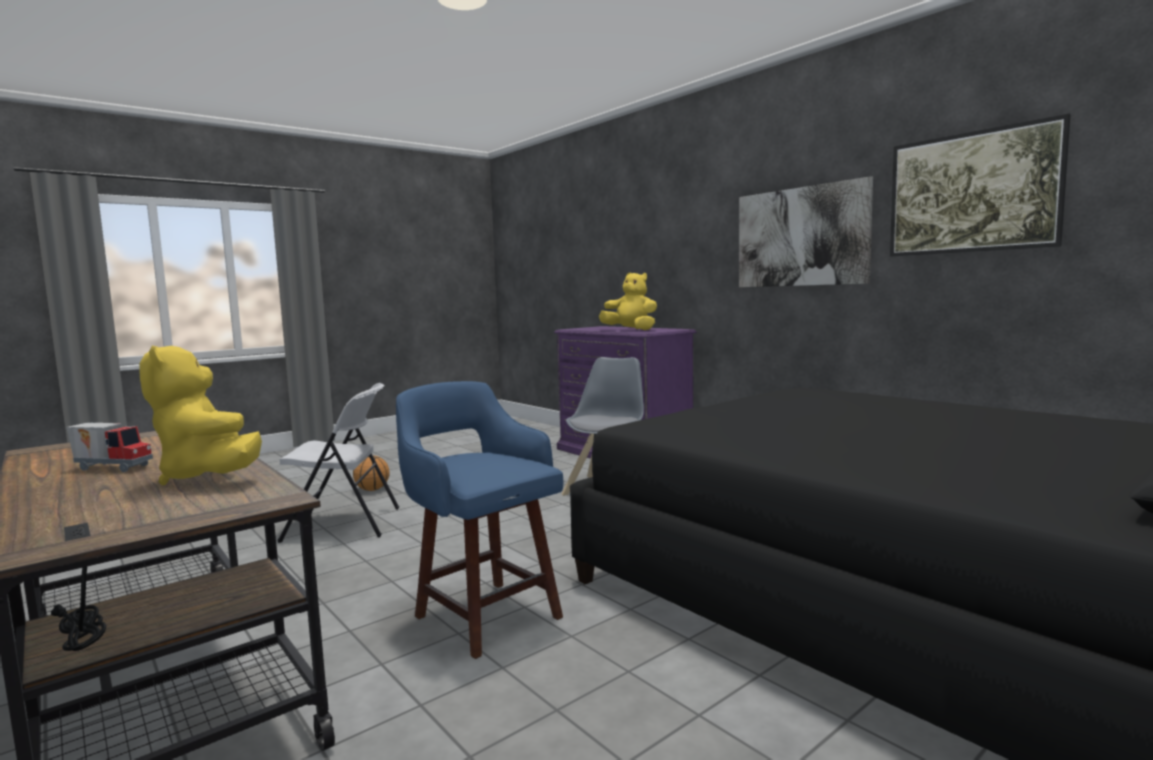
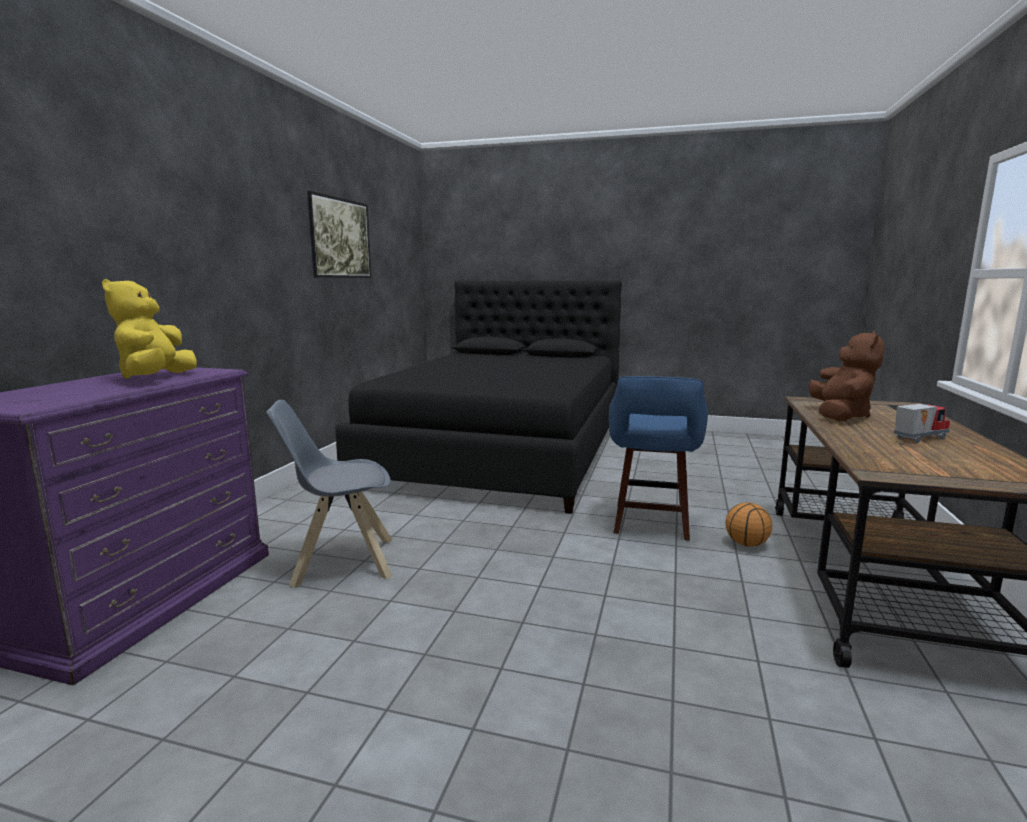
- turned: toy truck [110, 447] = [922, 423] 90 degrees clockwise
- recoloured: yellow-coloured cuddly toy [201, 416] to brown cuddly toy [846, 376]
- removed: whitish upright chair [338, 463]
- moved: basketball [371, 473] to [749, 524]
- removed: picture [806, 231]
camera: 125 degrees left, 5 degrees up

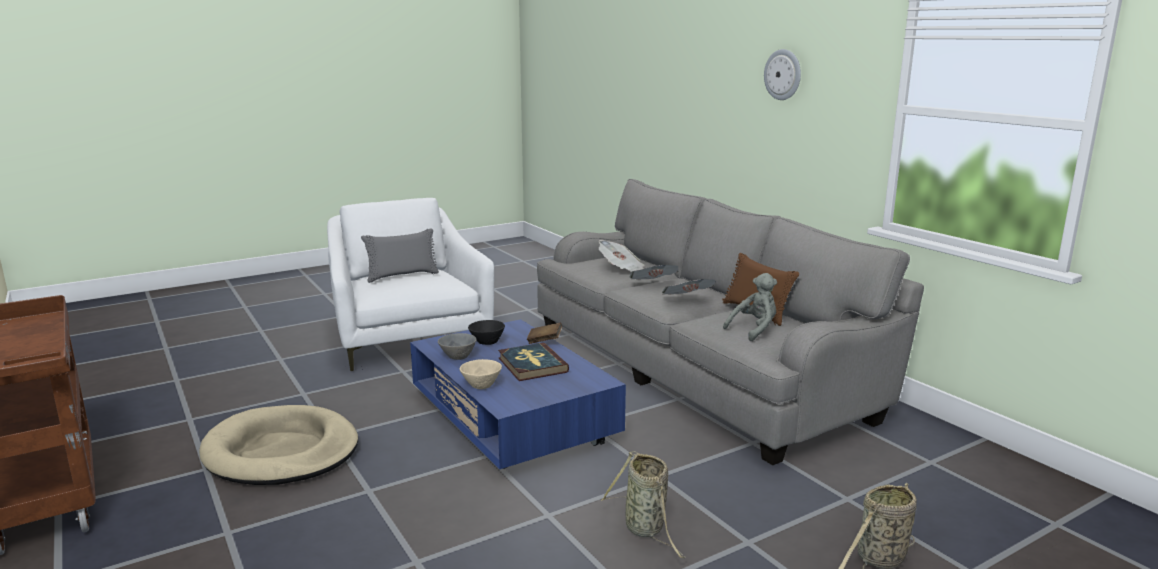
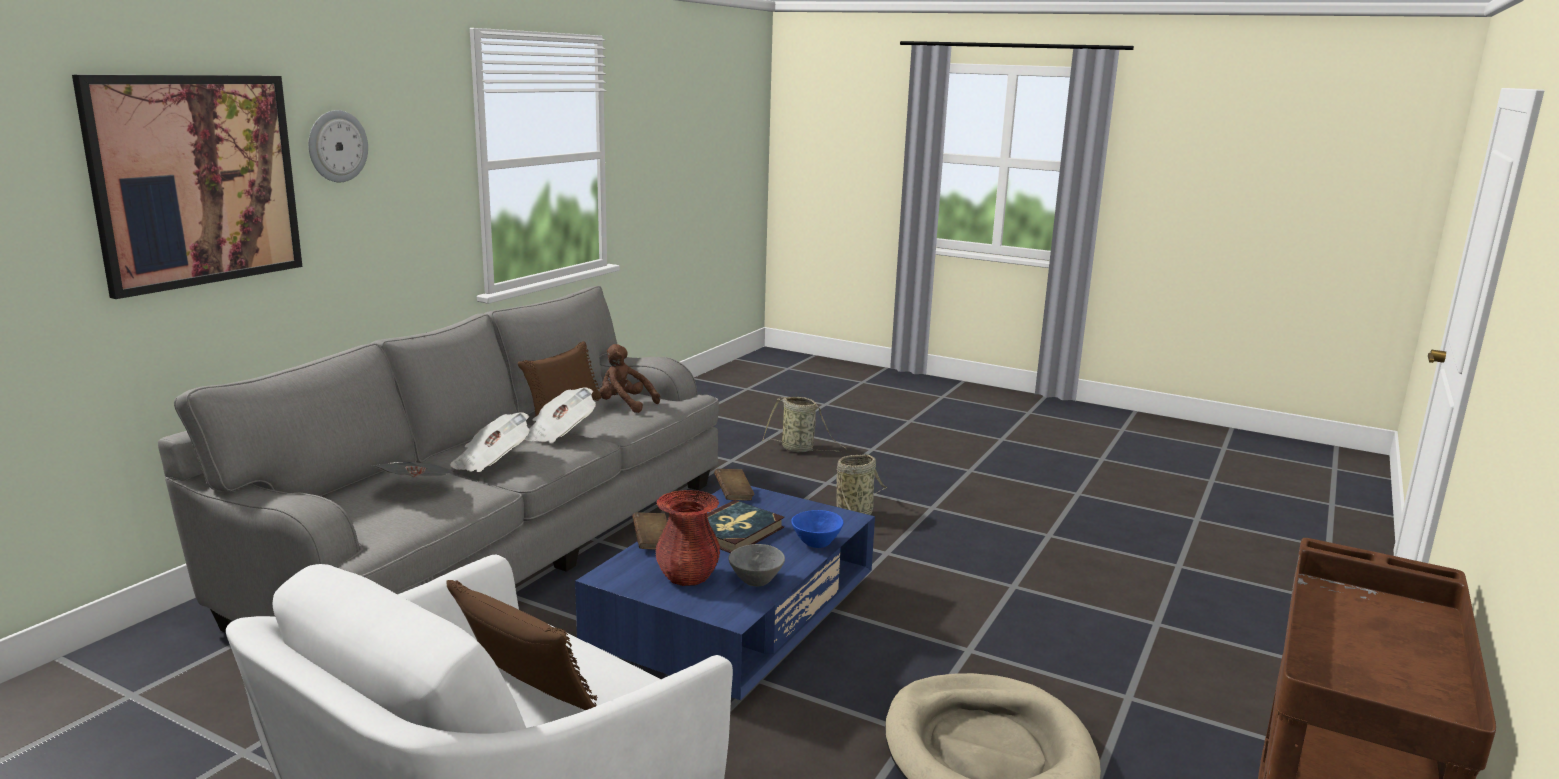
- recoloured: gray pillow [400, 255] to brown pillow [522, 645]
- recoloured: beige serving bowl [481, 374] to blue serving bowl [817, 529]
- replaced: black serving bowl [486, 332] to red-coloured decorative vase [687, 538]
- recoloured: gray cuddly toy [750, 307] to brown cuddly toy [630, 378]
- added: picture [187, 187]
- added: brown volume [734, 485]
camera: 120 degrees left, 0 degrees up

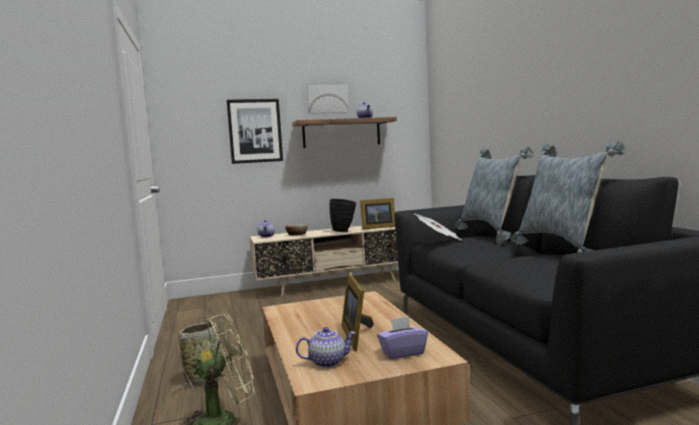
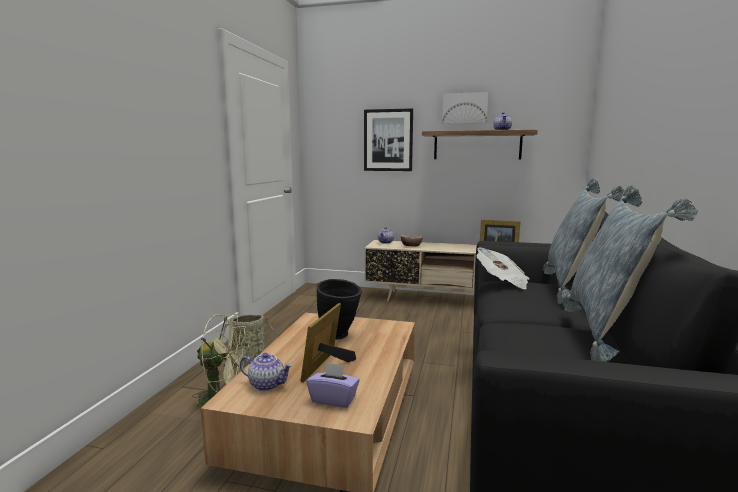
- moved: black decorative vase [343, 215] to [339, 309]
camera: 30 degrees right, 5 degrees up

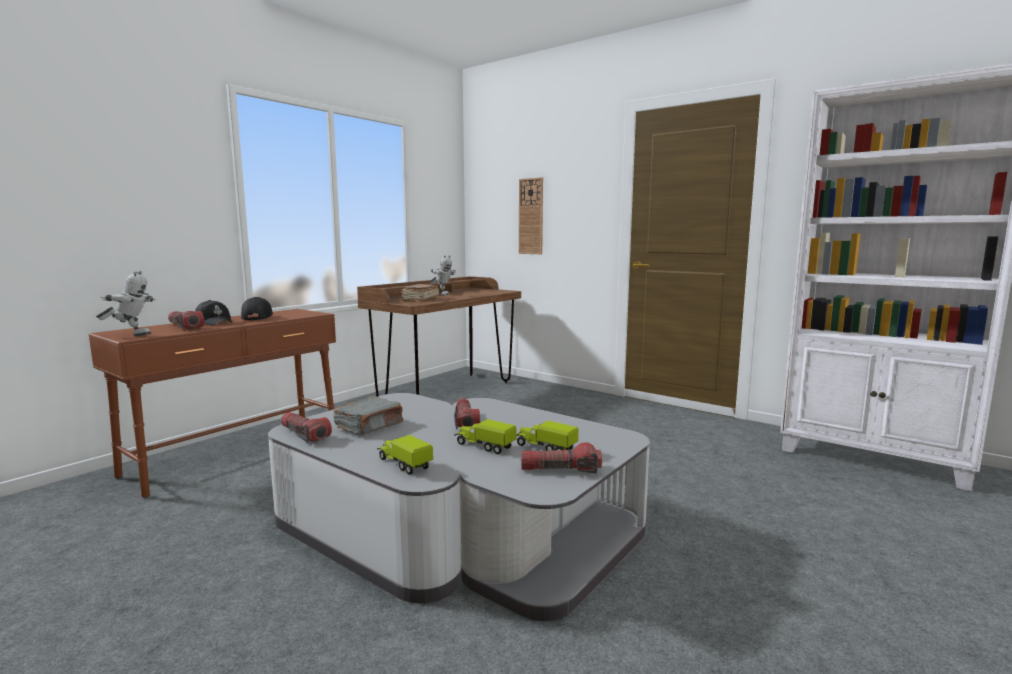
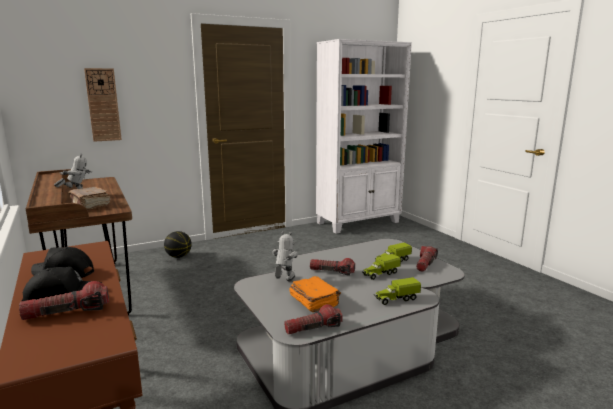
- moved: model robot [125, 304] to [285, 256]
- recoloured: gray volume [368, 415] to orangey volume [315, 294]
- added: basketball [178, 244]
camera: 65 degrees left, 5 degrees up

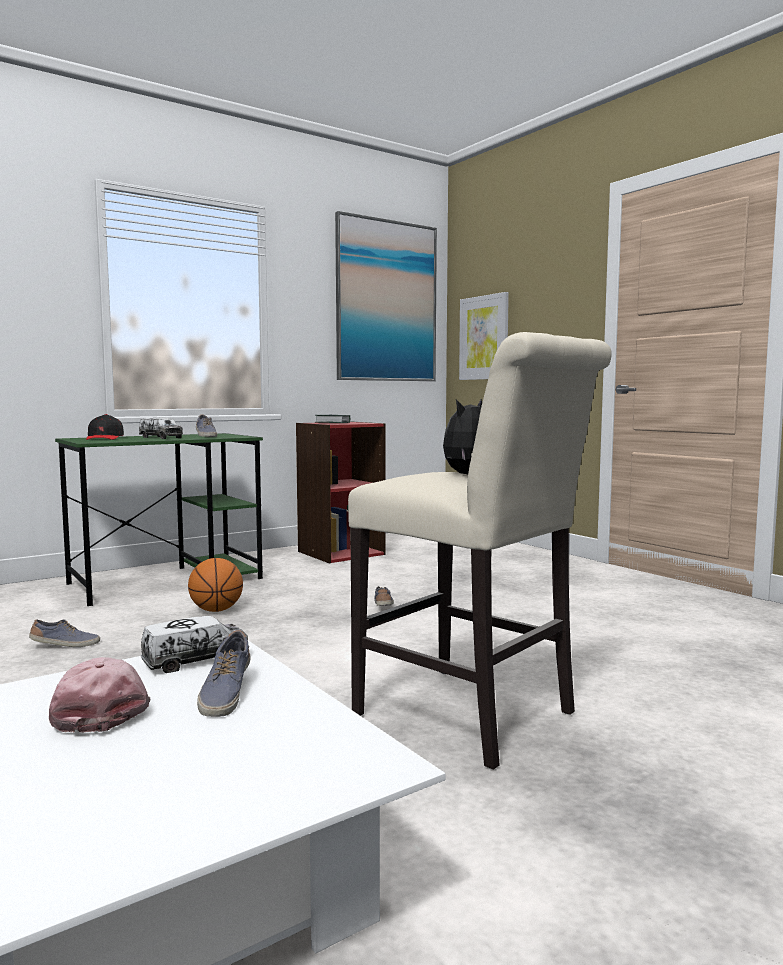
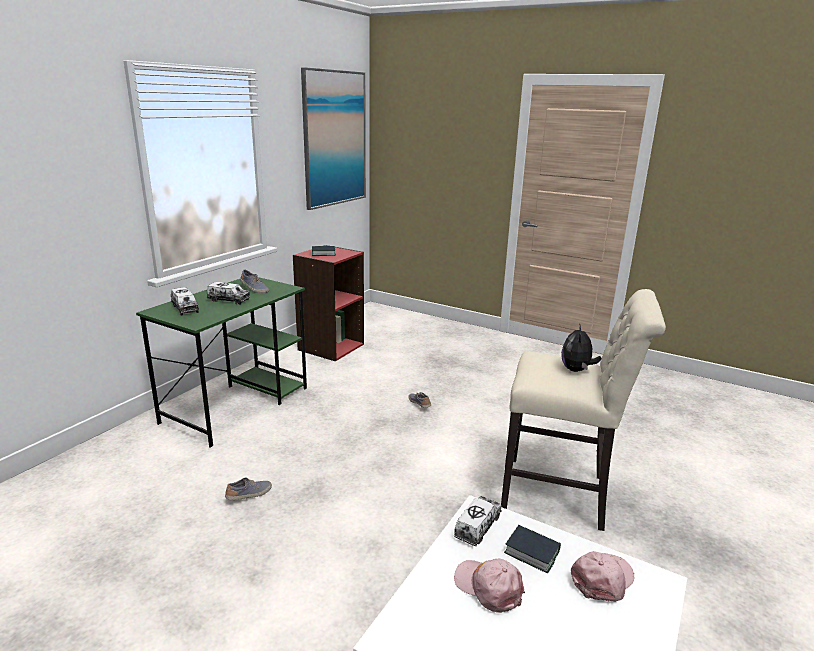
- replaced: black baseball cap [105, 427] to toy truck [185, 301]
- removed: basketball [215, 585]
- replaced: item of footwear [223, 673] to volume [532, 549]
- removed: picture [484, 336]
- added: pink baseball cap [602, 576]
camera: 25 degrees left, 15 degrees up

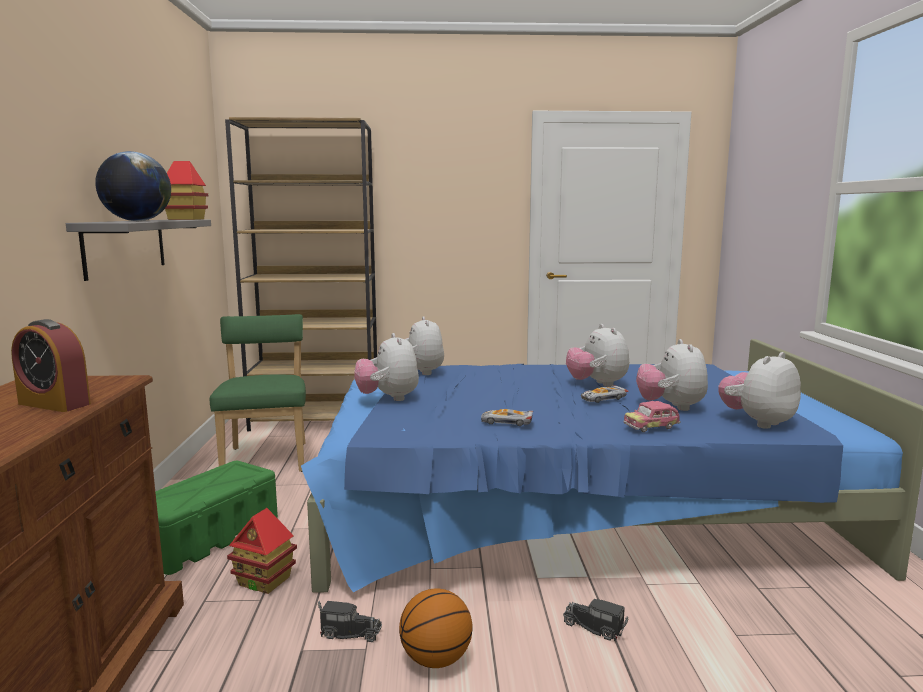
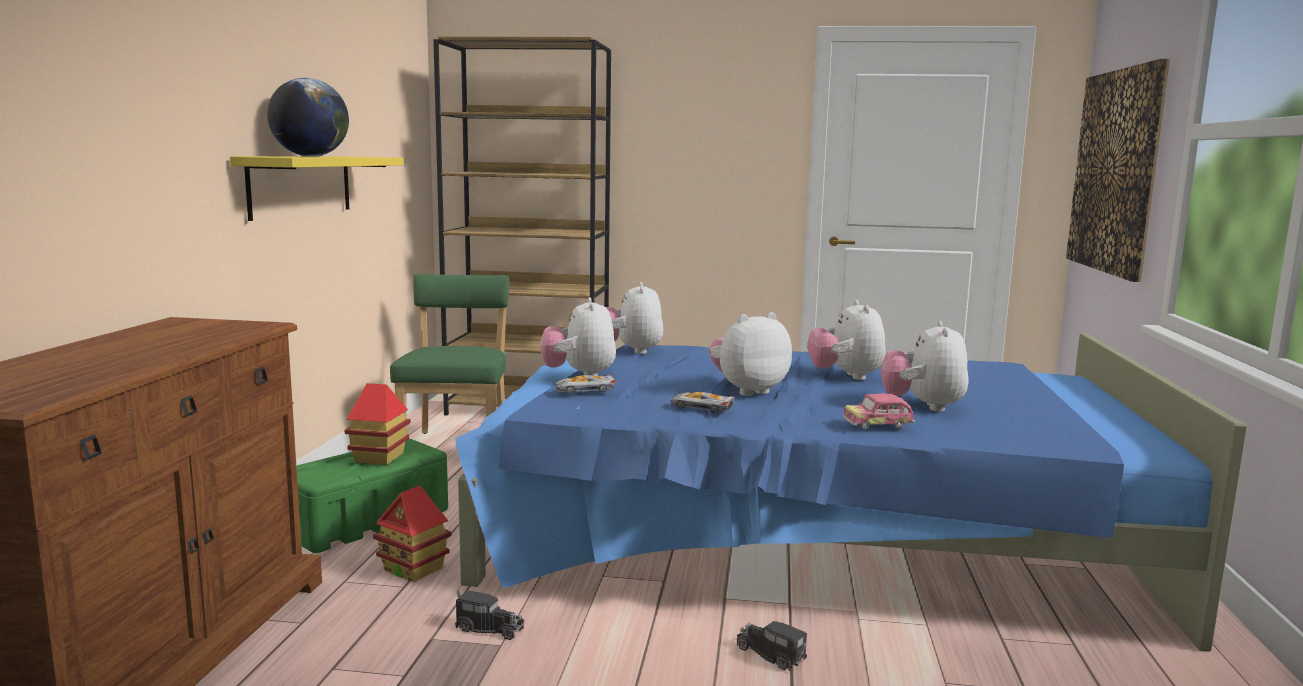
- removed: bedside clock [51, 365]
- recoloured: gray wall shelf [138, 250] to yellow-coloured wall shelf [317, 188]
- moved: toy house [186, 190] to [378, 424]
- removed: basketball [436, 628]
- moved: toy car [605, 394] to [586, 384]
- moved: cuddly toy [759, 390] to [750, 354]
- added: picture [1118, 170]
camera: 10 degrees right, 0 degrees up

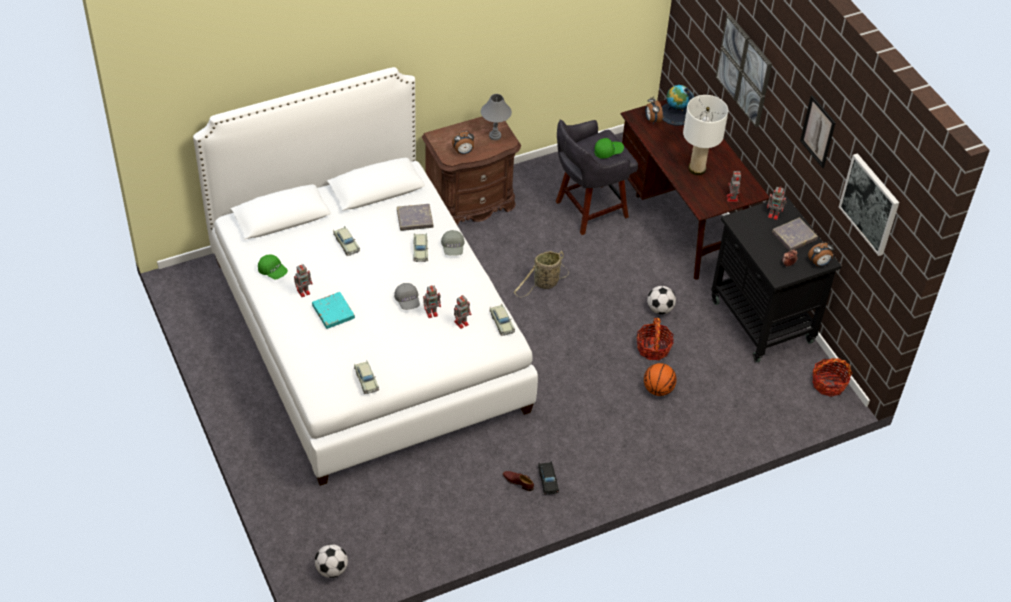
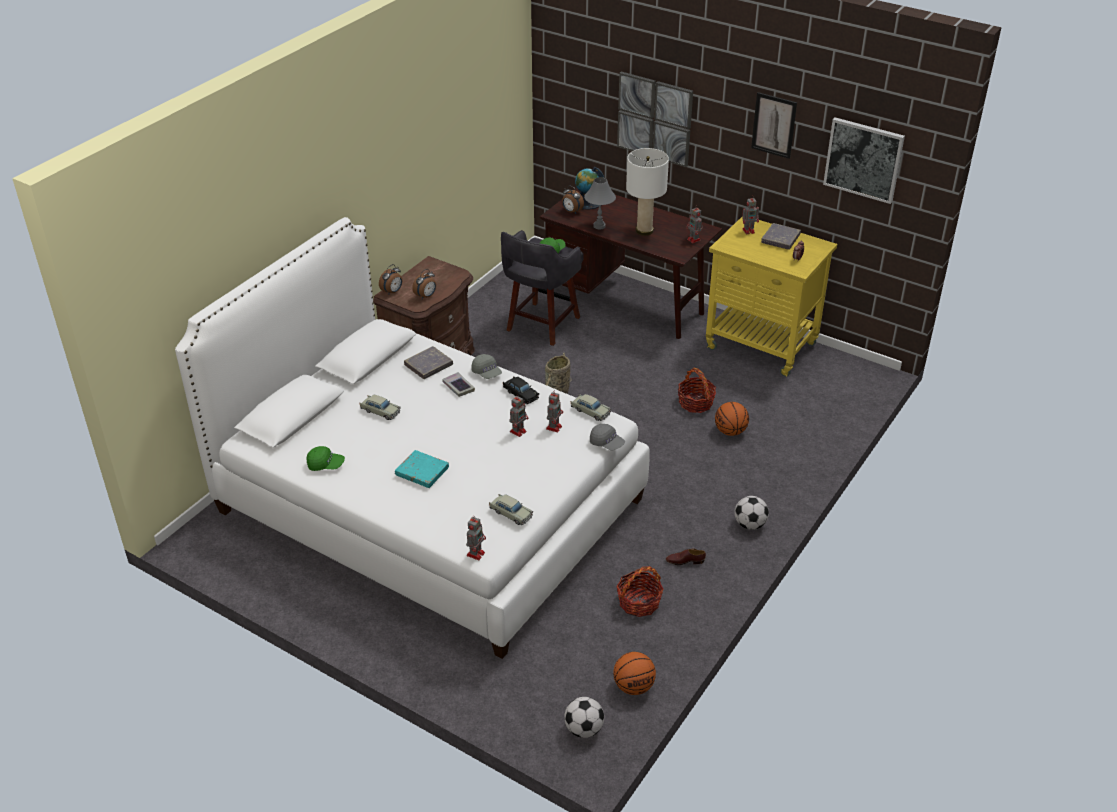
- moved: model robot [303, 280] to [476, 538]
- moved: gray baseball cap [407, 296] to [607, 437]
- replaced: beige toy car [420, 247] to volume [458, 384]
- moved: gray table lamp [496, 117] to [600, 203]
- moved: black toy car [548, 478] to [521, 390]
- moved: football ball [661, 300] to [752, 513]
- recoloured: black wheeled cart [776, 279] to yellow-coloured wheeled cart [771, 297]
- moved: bedside clock [821, 254] to [390, 279]
- moved: storage basket [833, 377] to [640, 591]
- added: basketball [634, 673]
camera: 30 degrees left, 10 degrees down

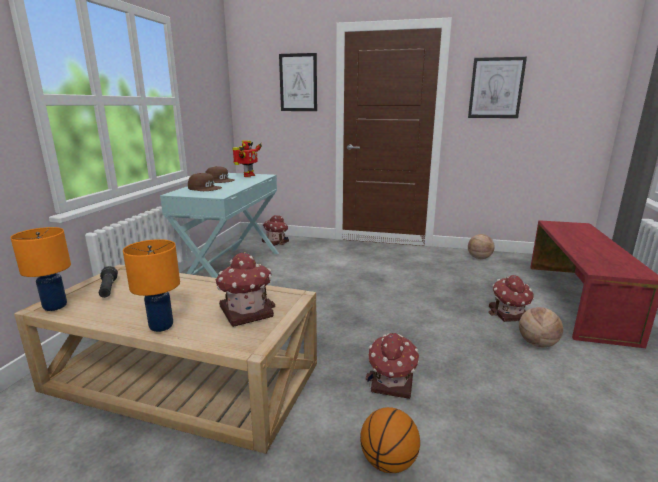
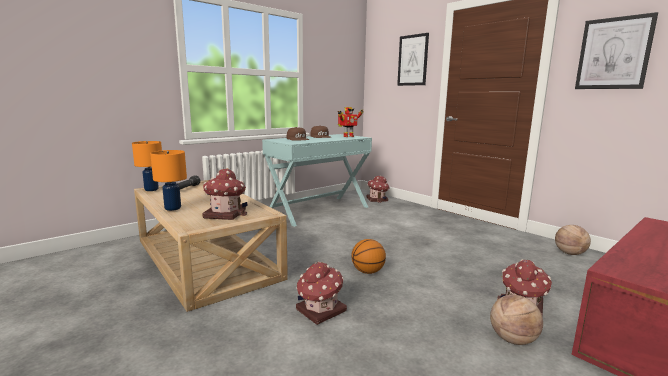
- moved: basketball [390, 440] to [369, 256]
camera: 35 degrees right, 5 degrees down

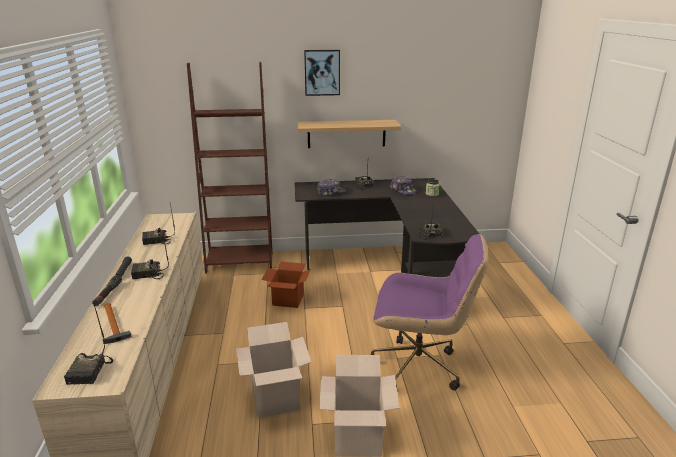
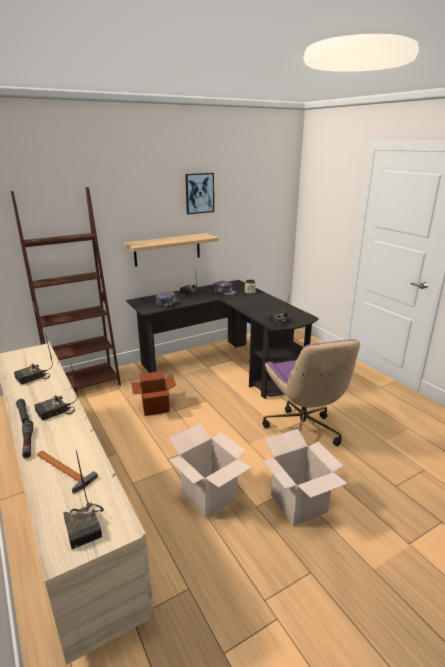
- moved: picture [322, 73] to [199, 193]
- turned: purple computer chair [429, 312] = [311, 392] 90 degrees clockwise
camera: 25 degrees left, 0 degrees up

